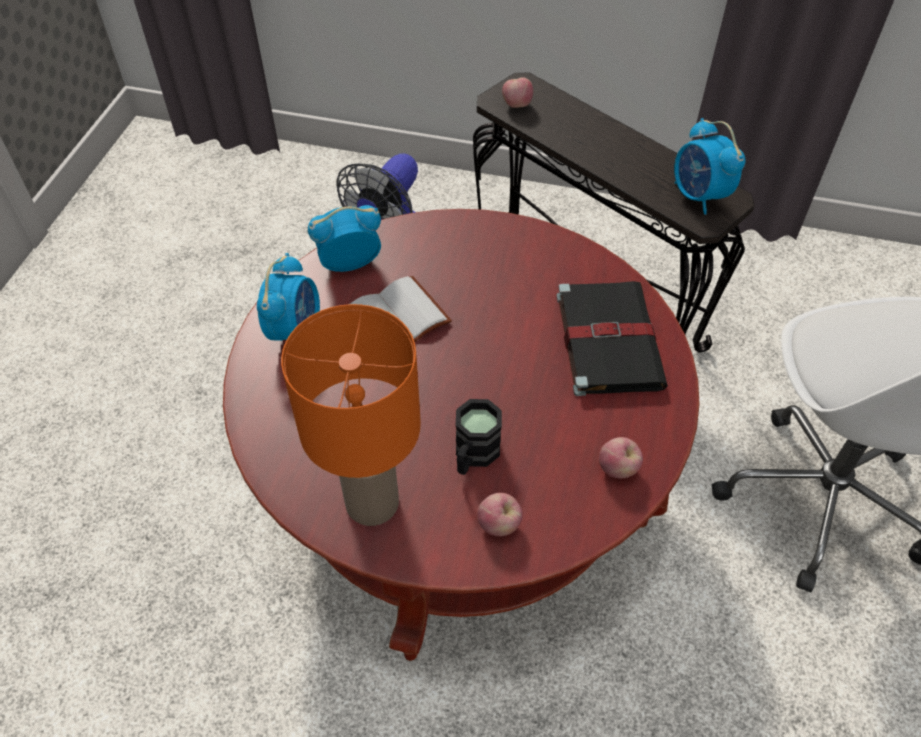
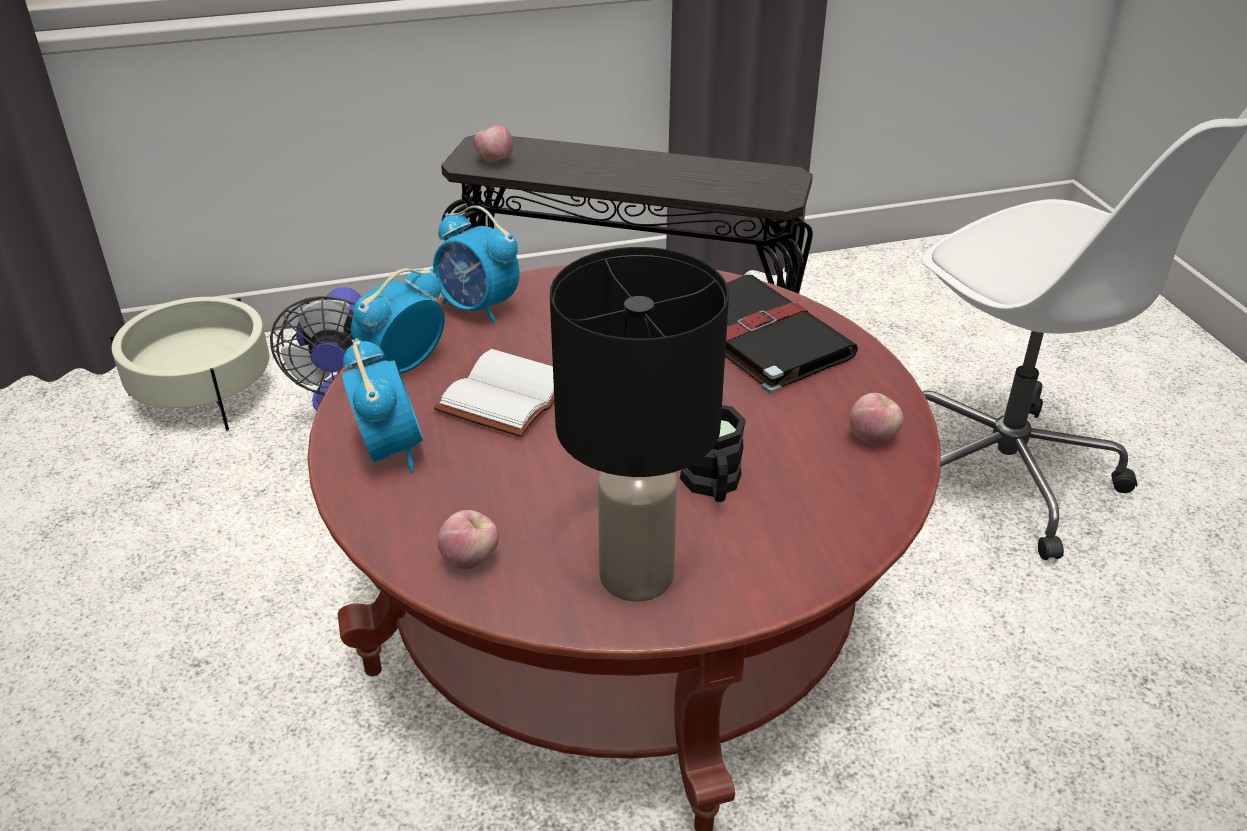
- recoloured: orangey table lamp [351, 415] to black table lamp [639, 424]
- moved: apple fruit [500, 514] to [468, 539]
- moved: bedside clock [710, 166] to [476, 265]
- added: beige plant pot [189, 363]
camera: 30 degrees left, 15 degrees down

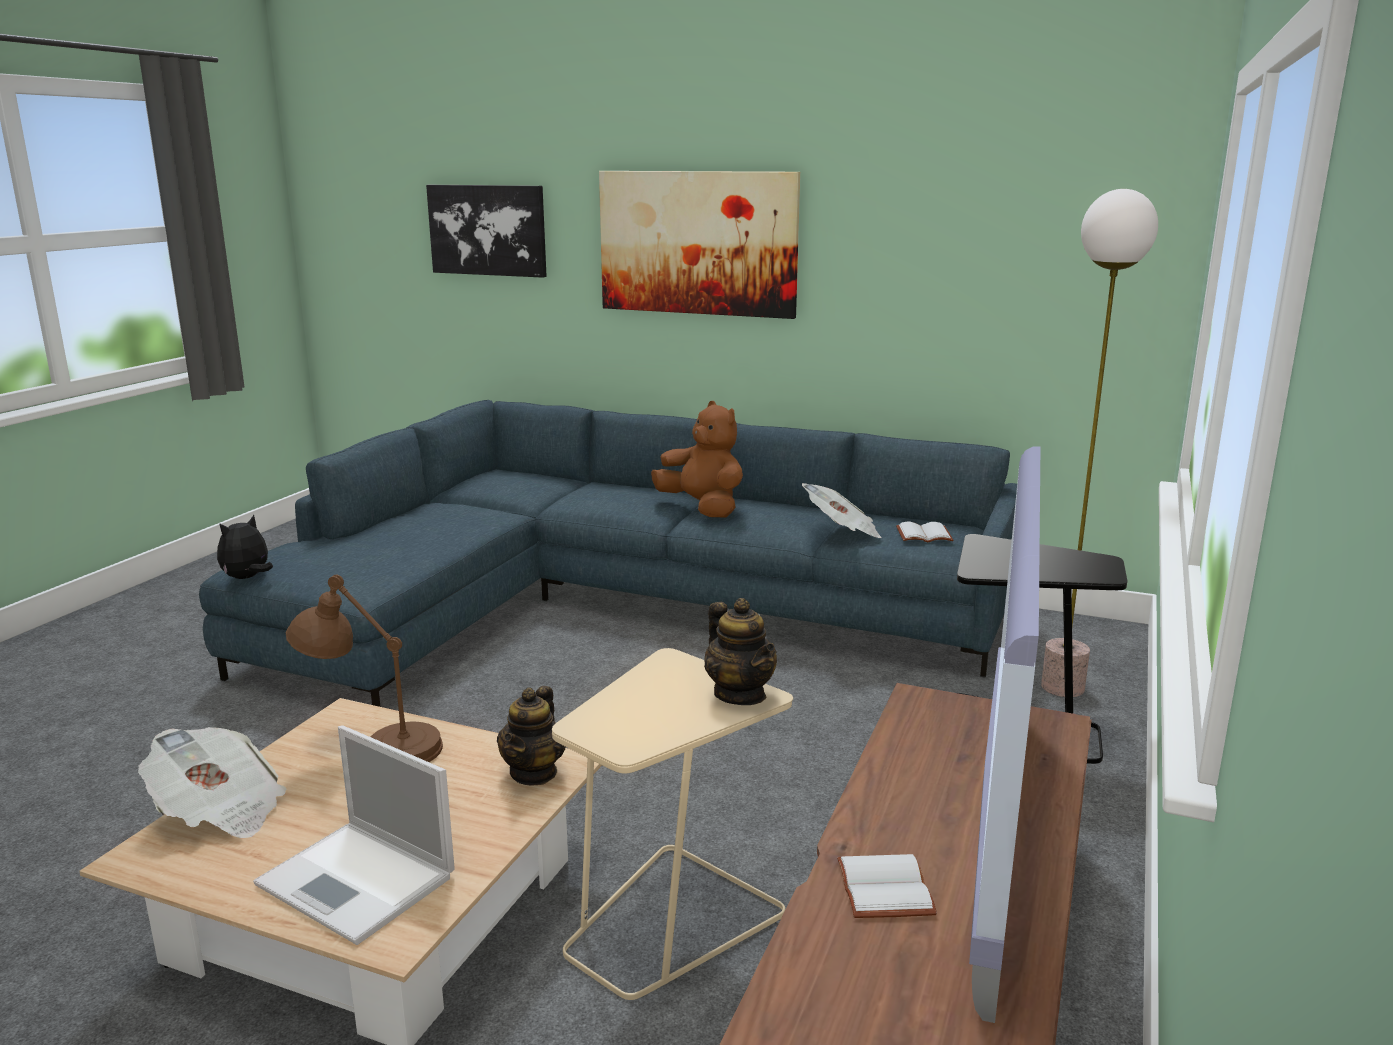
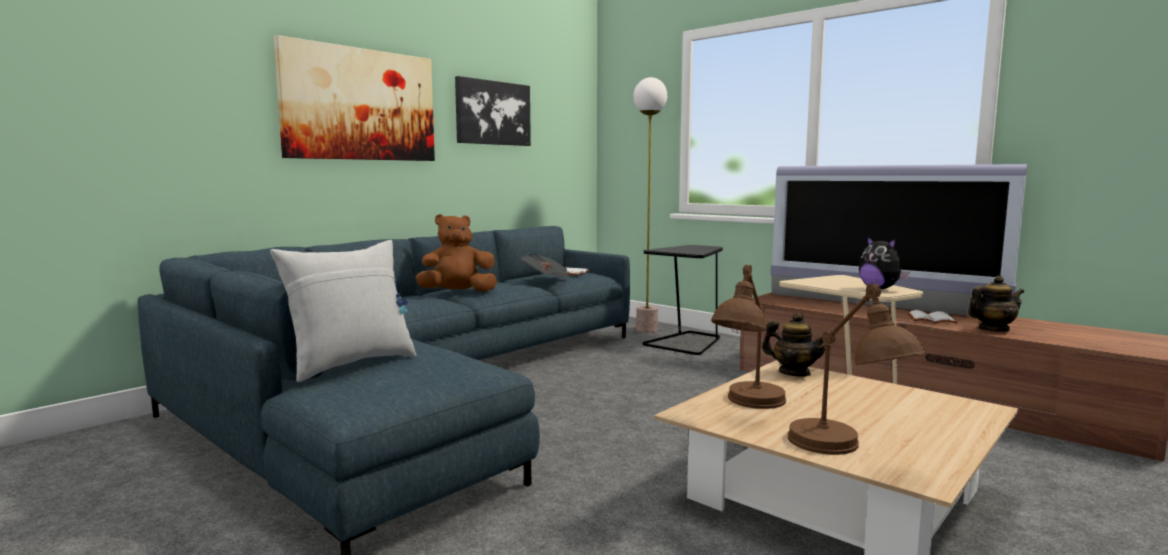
- replaced: newspaper [212, 782] to brown table lamp [857, 369]
- moved: cuddly toy [245, 547] to [884, 262]
- removed: notebook computer [354, 835]
- moved: picture [486, 231] to [493, 111]
- moved: teapot [740, 651] to [996, 304]
- added: gray pillow [343, 311]
camera: 70 degrees left, 10 degrees down

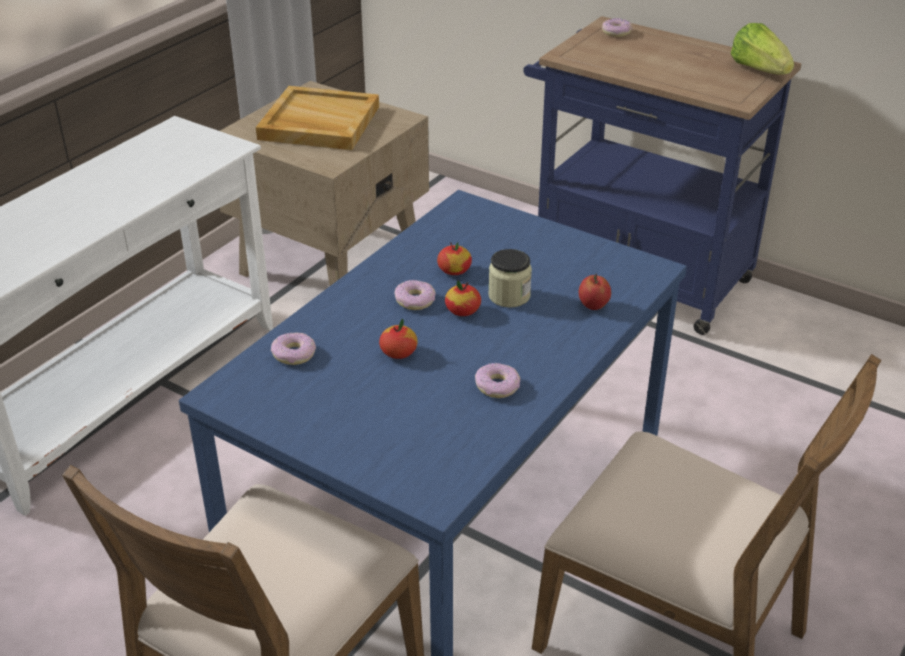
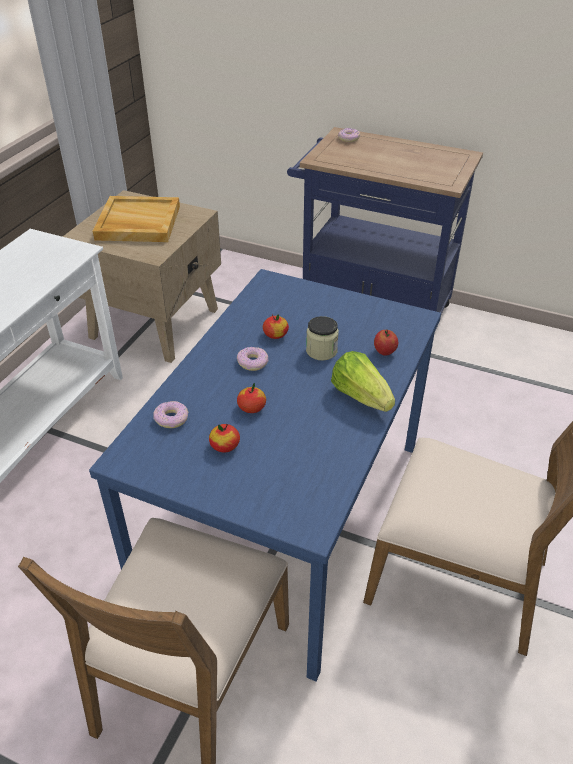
- moved: apple fruit [463, 298] to [224, 438]
- removed: doughnut [497, 380]
- moved: lettuce head [762, 49] to [363, 381]
camera: 10 degrees left, 5 degrees up

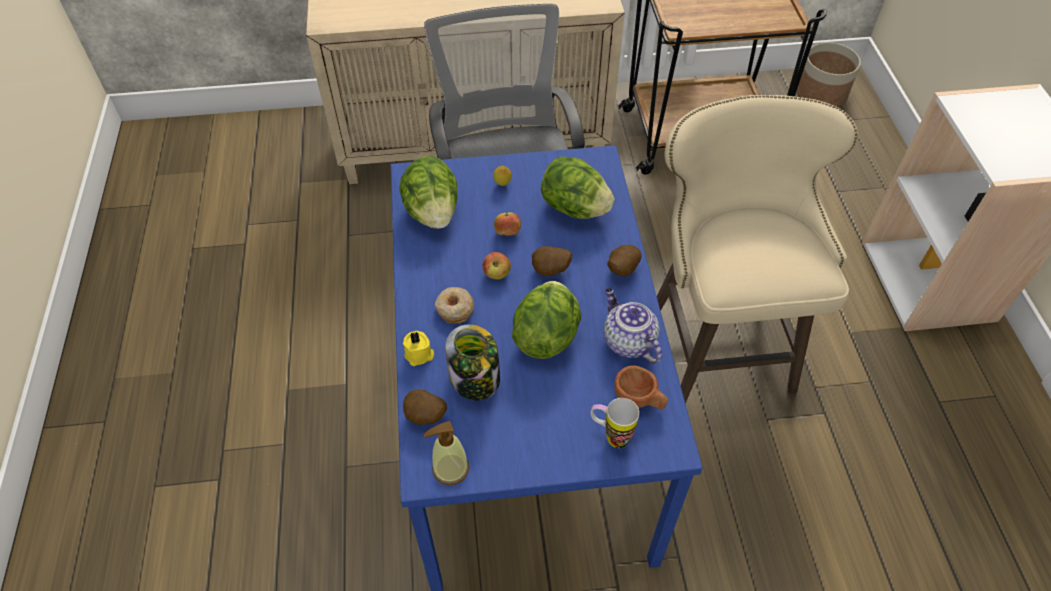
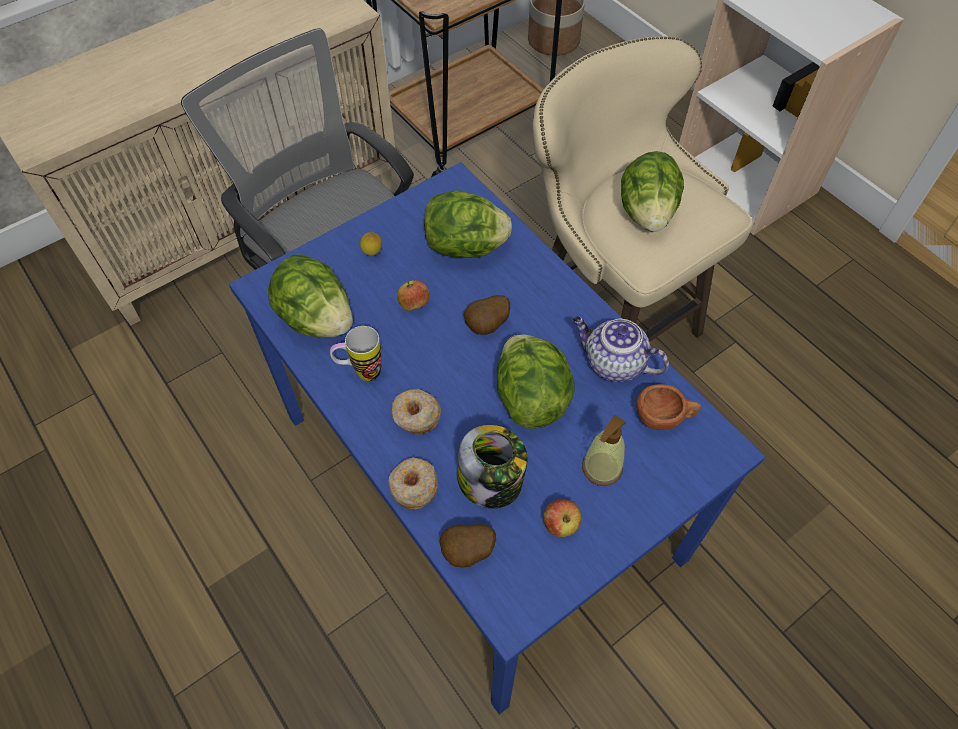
- replaced: yellow-coloured wax candle [418, 348] to doughnut [412, 483]
- moved: soap bottle [446, 453] to [604, 450]
- moved: apple fruit [497, 266] to [562, 518]
- moved: mug [615, 423] to [356, 353]
- removed: whole potato [624, 260]
- added: lettuce head [652, 191]
camera: 30 degrees left, 5 degrees up

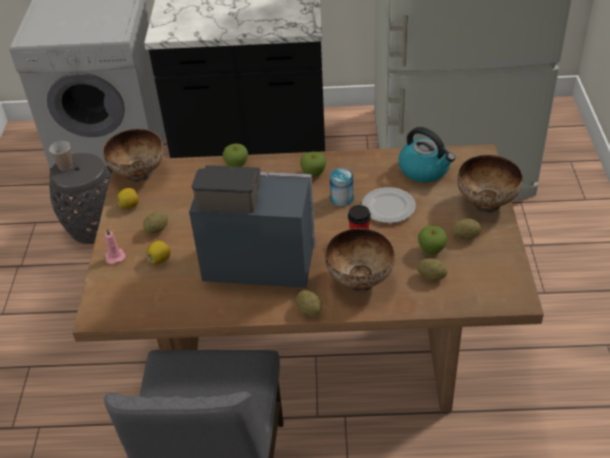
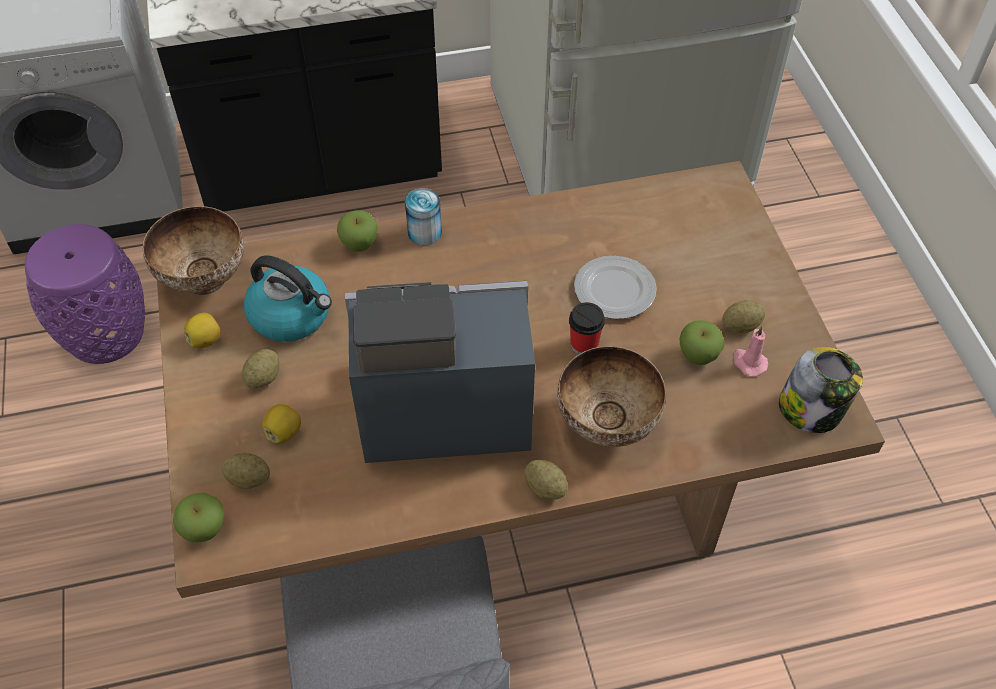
- removed: small cup [61, 156]
- recoloured: gray stool seat [80, 198] to purple stool seat [85, 294]
- moved: pink wax candle [115, 246] to [751, 351]
- moved: apple fruit [313, 164] to [198, 517]
- moved: sealed can [341, 187] to [423, 216]
- moved: water kettle [427, 154] to [288, 298]
- moved: whole potato [432, 269] to [246, 471]
- removed: serving bowl [490, 184]
- added: storage jar [821, 390]
camera: 15 degrees left, 10 degrees up

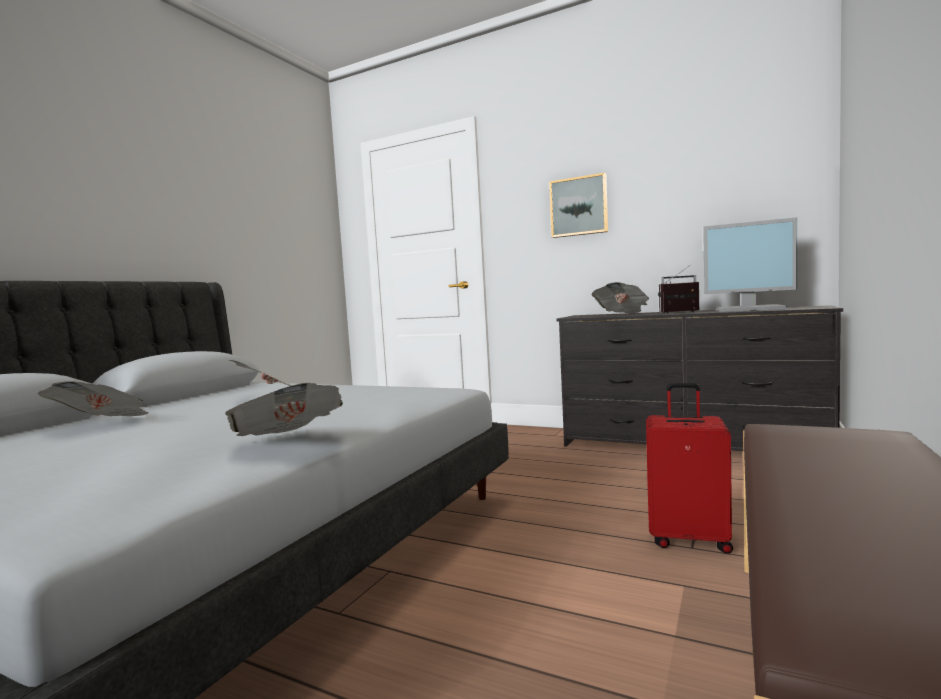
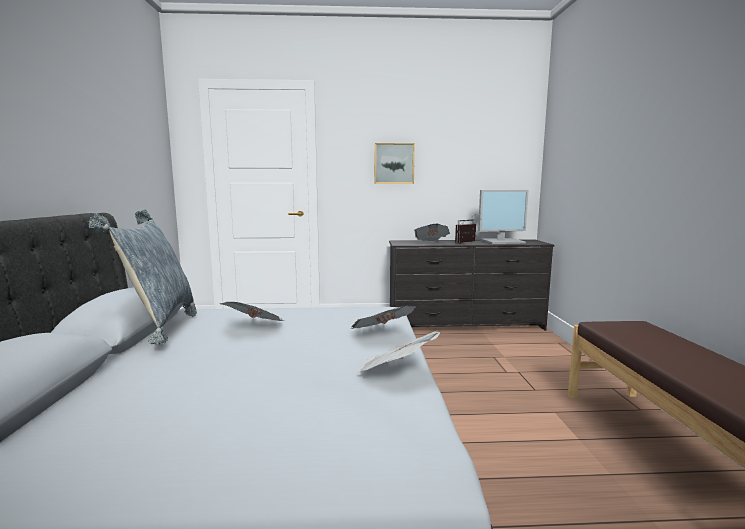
- moved: newspaper [93, 398] to [383, 317]
- removed: red-coloured travel case [689, 468]
- added: pillow [143, 278]
camera: 30 degrees left, 5 degrees up

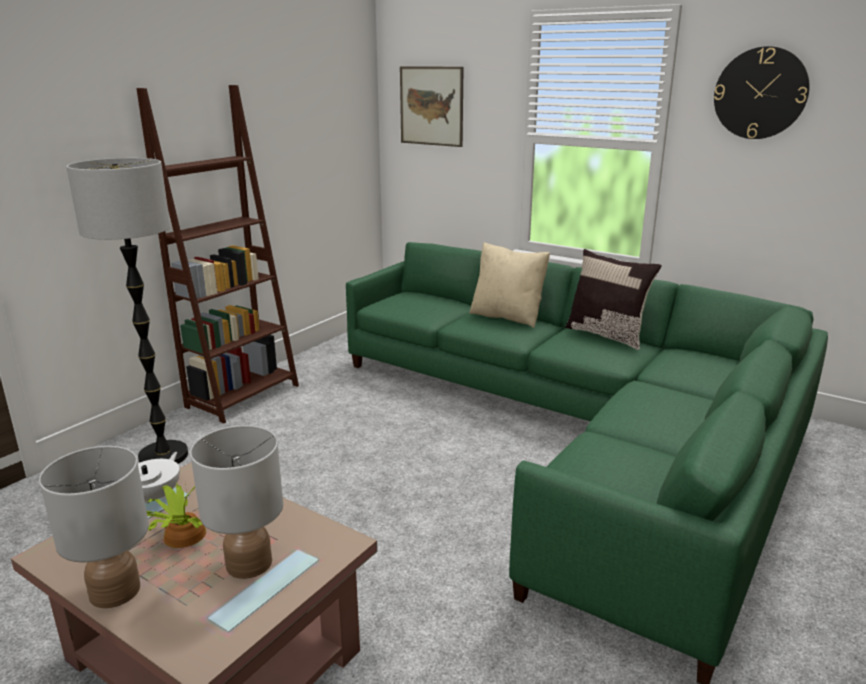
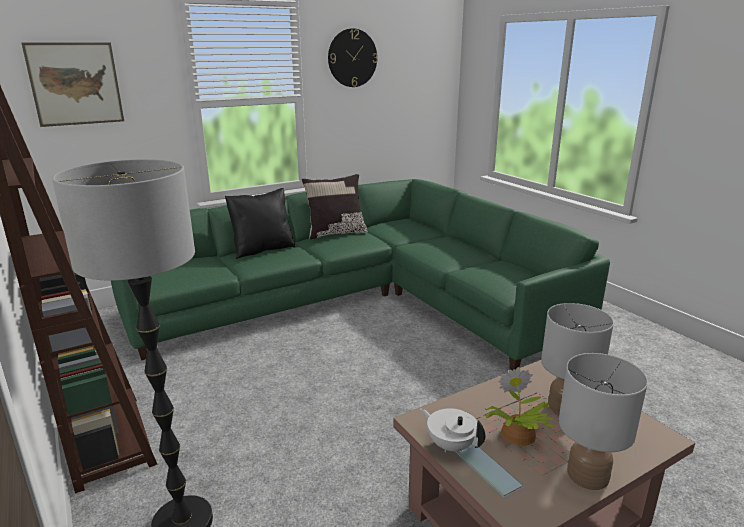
- recoloured: beige pillow [509, 285] to black pillow [260, 223]
camera: 65 degrees left, 0 degrees up

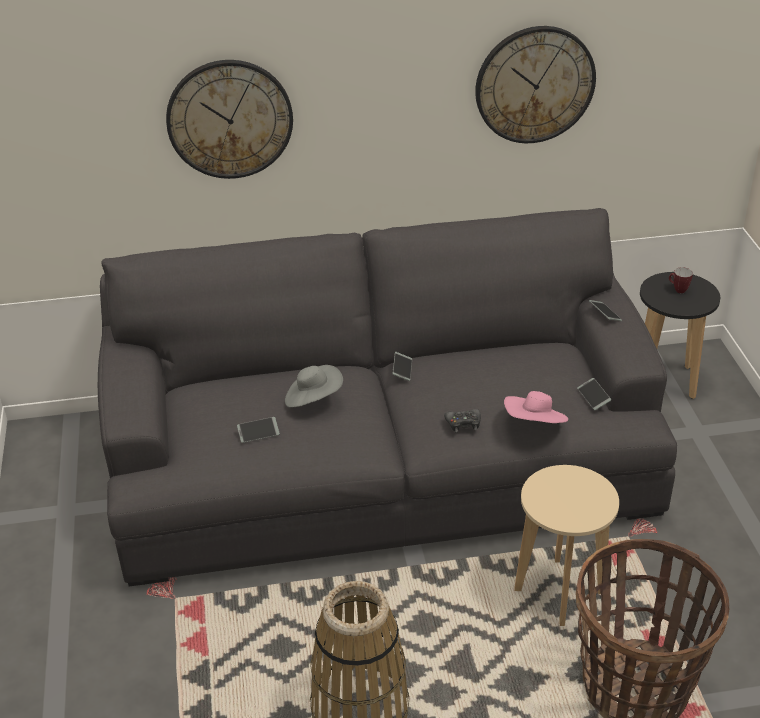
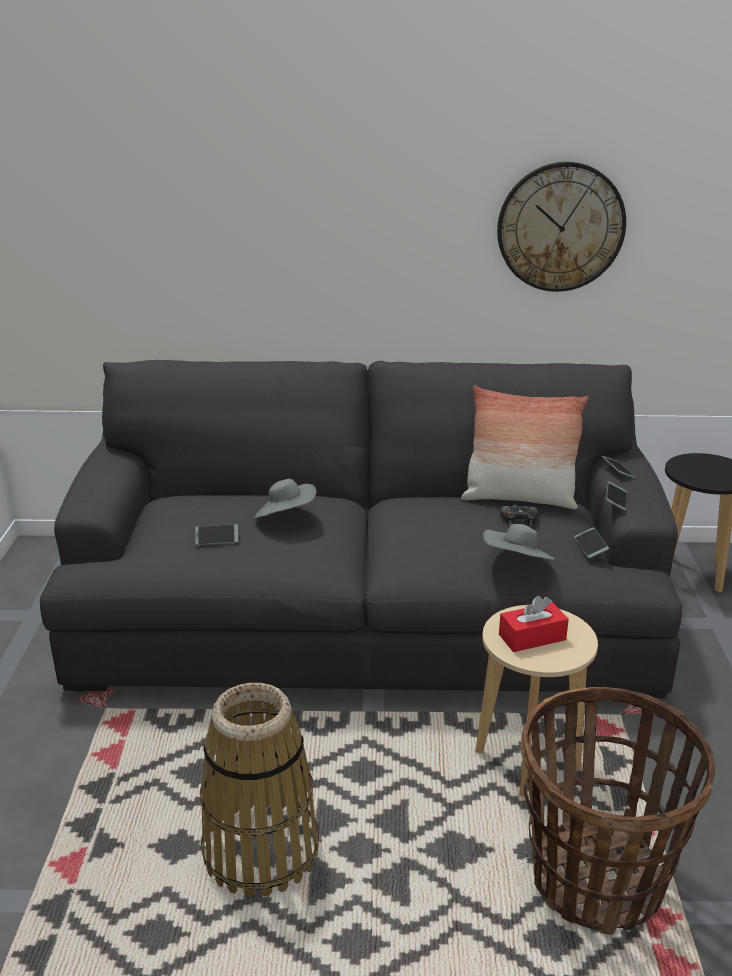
- removed: clock on the wall [229, 119]
- moved: handset [402, 366] to [616, 496]
- moved: black gamepad [462, 420] to [519, 515]
- recoloured: pink wearable hat [536, 407] to gray wearable hat [519, 542]
- removed: mug [681, 280]
- added: pillow [525, 447]
- added: red-coloured tissue holder [534, 624]
camera: 10 degrees right, 10 degrees down

